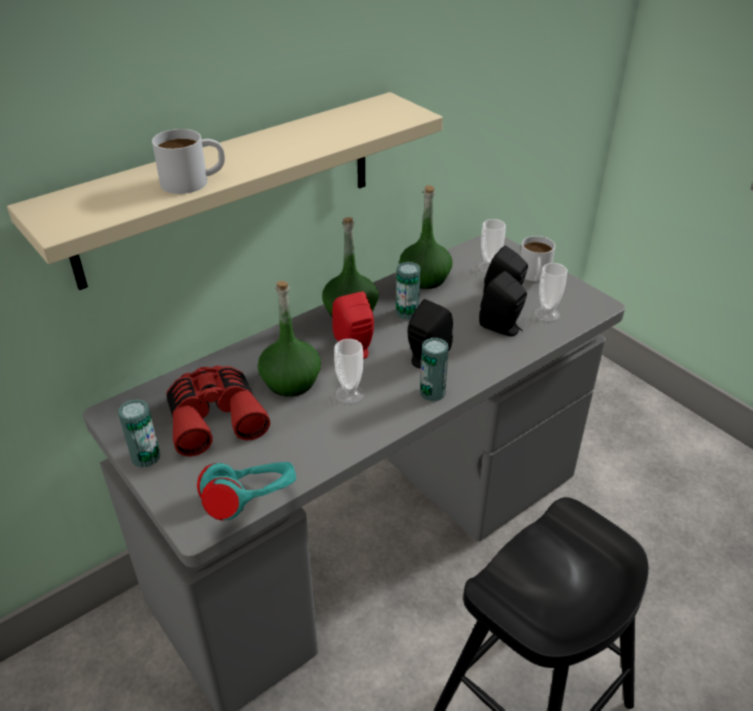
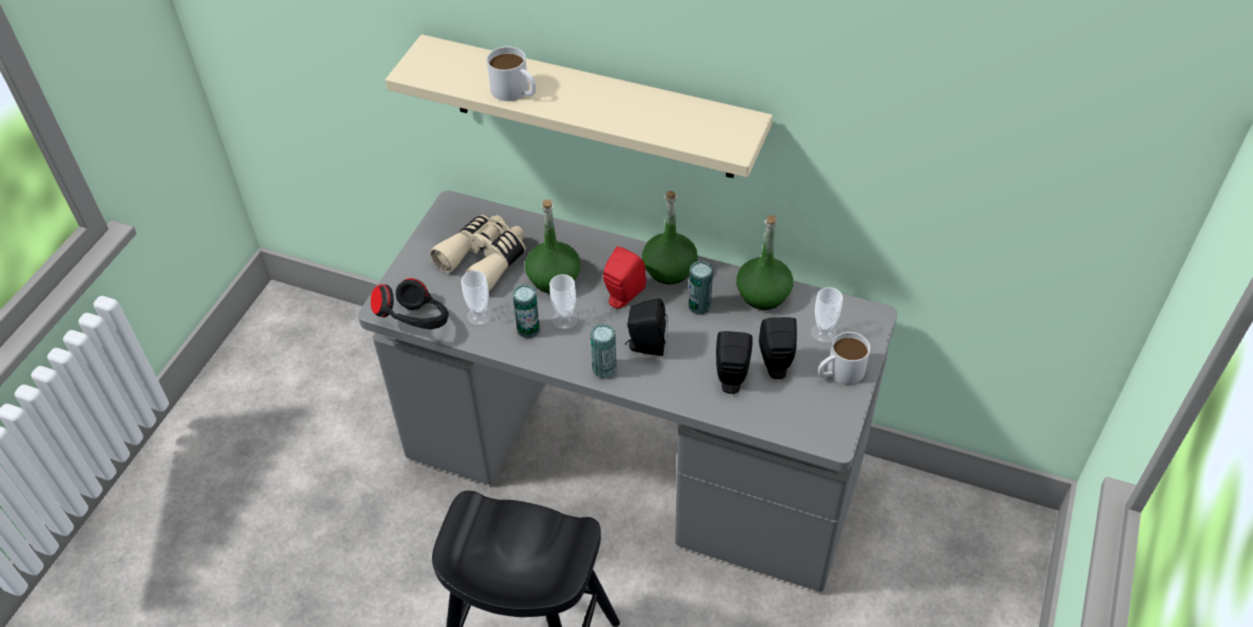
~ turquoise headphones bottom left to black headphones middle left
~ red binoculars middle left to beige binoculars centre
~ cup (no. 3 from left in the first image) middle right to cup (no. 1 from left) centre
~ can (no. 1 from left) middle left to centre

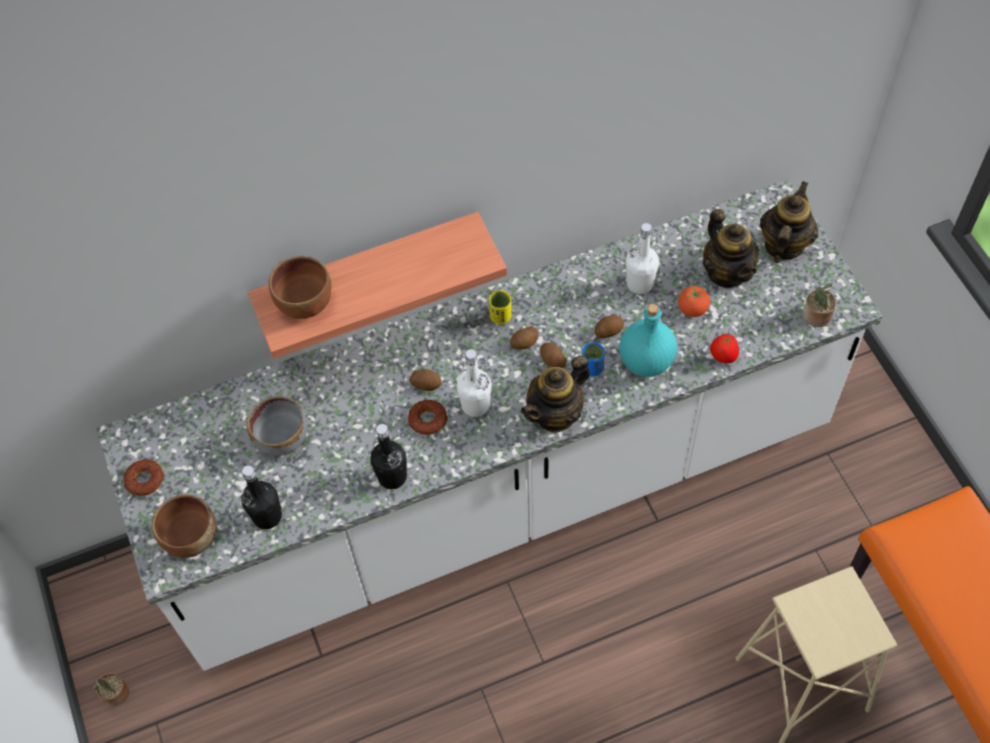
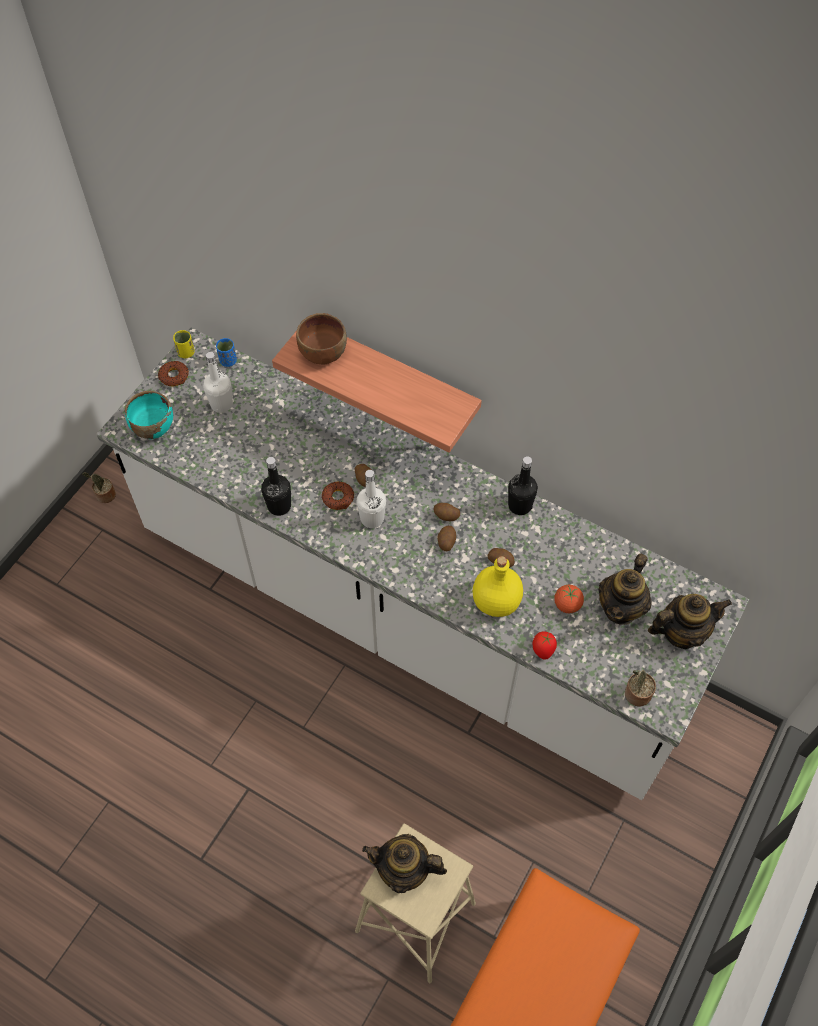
~ brown bowl (no. 1 from left) bottom left to turquoise bowl middle left
~ yellow cup centre to middle left
~ white bottle (no. 2 from left in the first image) centre to white bottle (no. 1 from left) middle left
~ blue cup centre to middle left
~ teapot (no. 1 from left) centre to bottom centre
~ turquoise bottle centre to yellow bottle centre
~ black bottle (no. 1 from left in the first image) bottom left to black bottle (no. 2 from left) centre
- grey bowl middle left

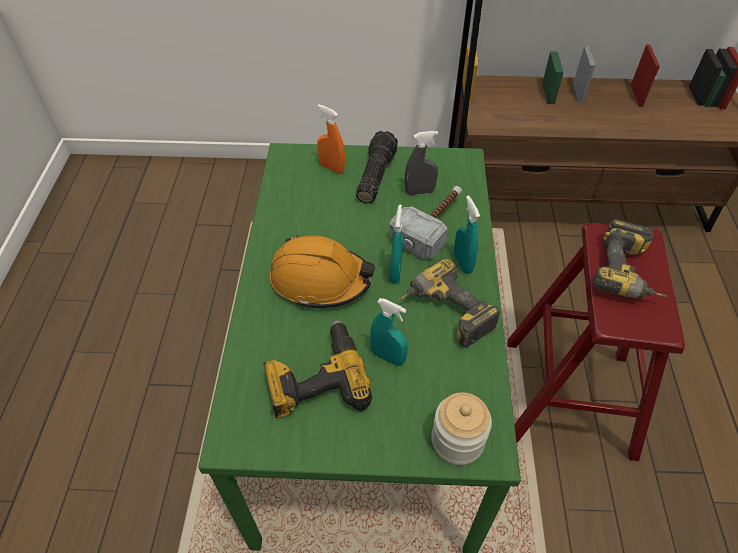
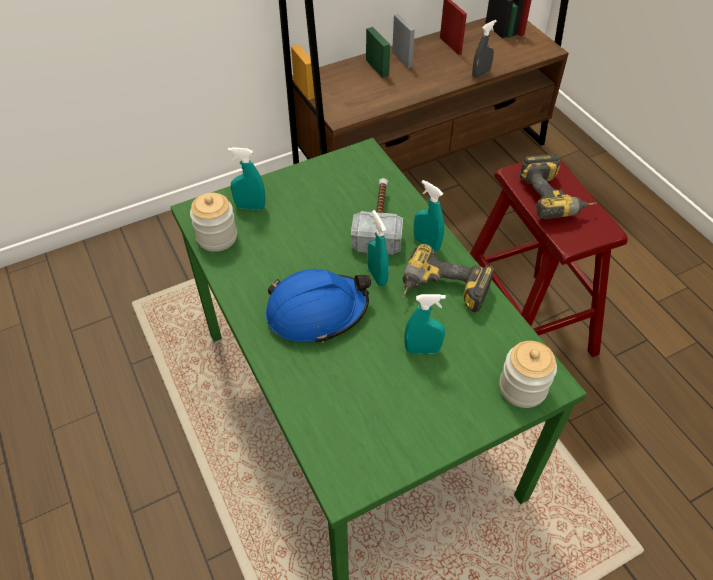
+ jar (no. 1 from left) middle left
~ orange spray bottle top centre to turquoise spray bottle (no. 1 from left) top centre
~ orange hard hat centre to blue hard hat centre
~ grey spray bottle top centre to top right
- power drill (no. 1 from left) bottom centre
- flashlight top centre

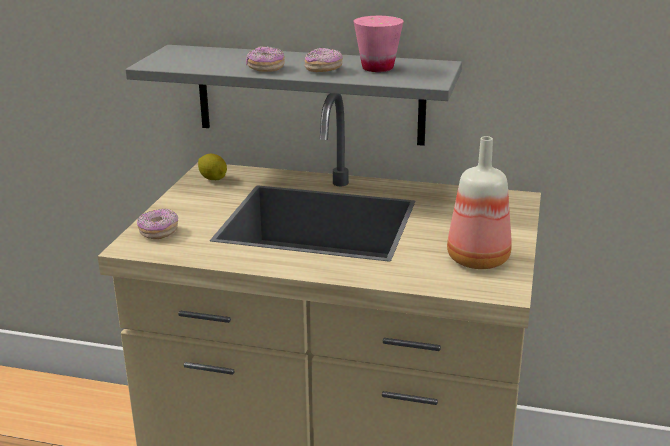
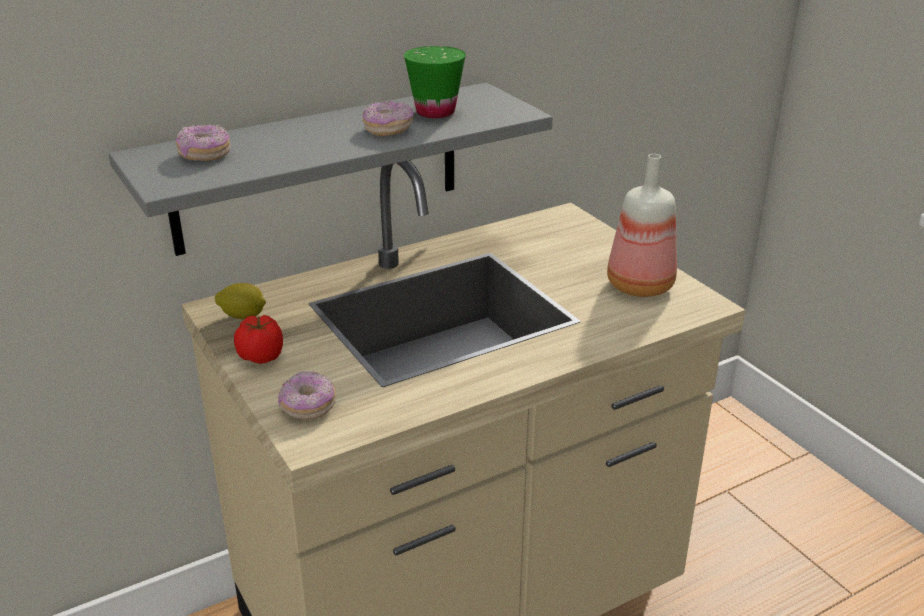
~ donut (no. 2 from left in the first image) top centre to donut (no. 1 from left) top left
+ tomato middle left
~ pink cup top centre to green cup top centre

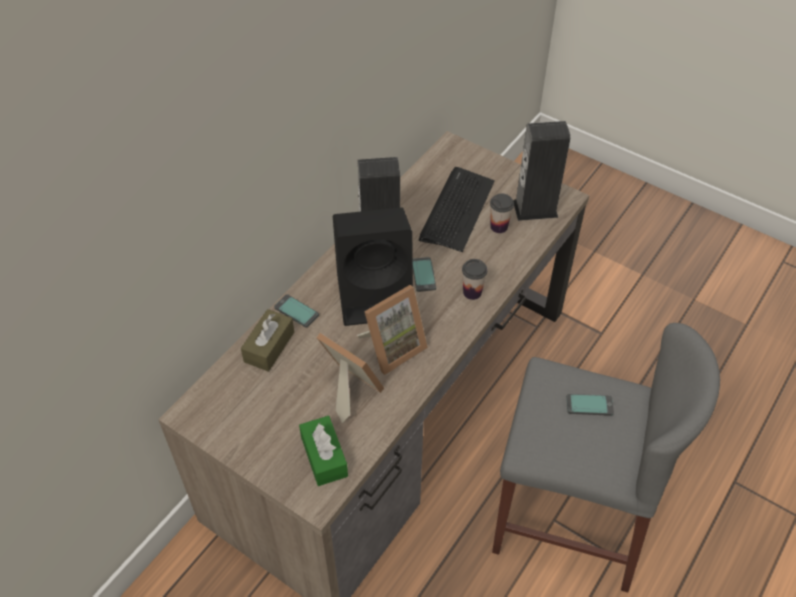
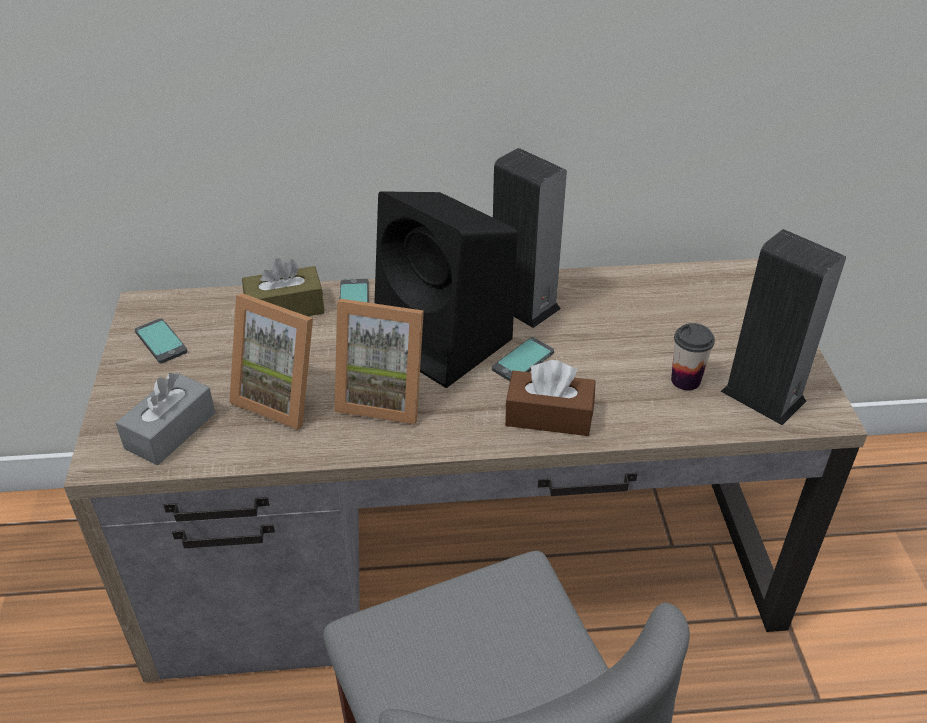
~ green tissue box bottom centre to grey tissue box middle left
~ phone (no. 3 from left in the first image) bottom right to phone (no. 1 from left) middle left
~ picture frame (no. 1 from left) centre = middle left 120 degrees clockwise
~ cup (no. 1 from left) centre to brown tissue box (no. 2 from left) centre
- keyboard centre

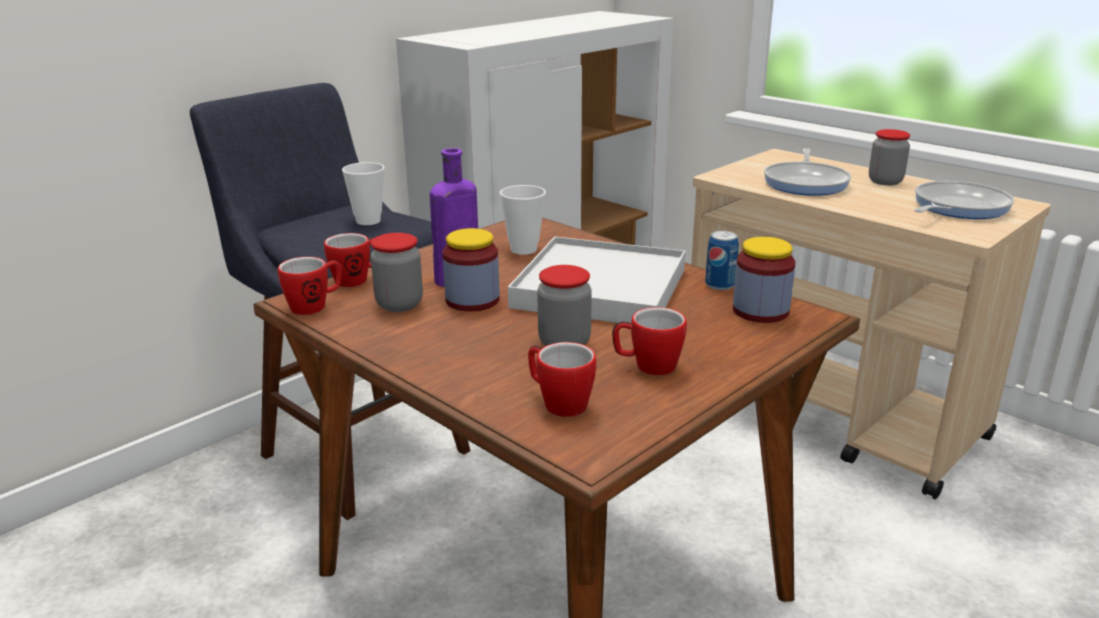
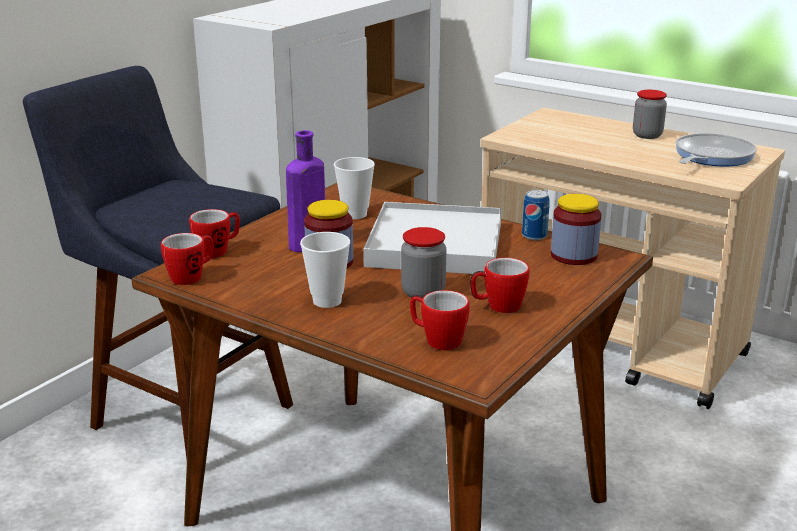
~ cup (no. 1 from left) top left to centre
- jar (no. 1 from left) centre
- frying pan (no. 1 from left) top right

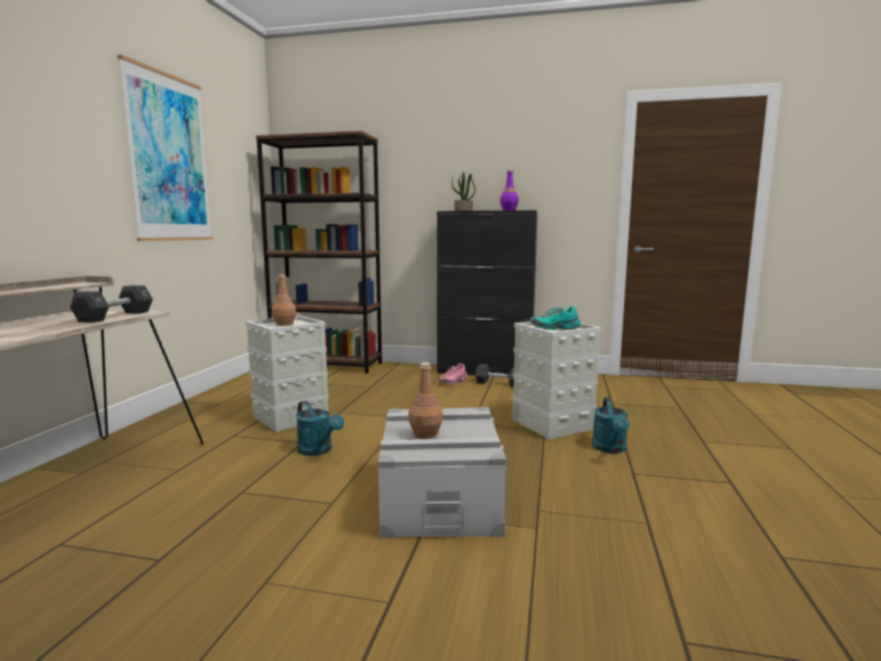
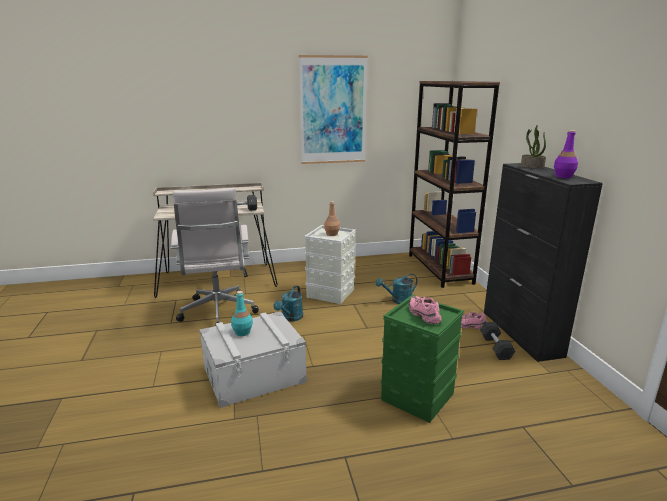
+ white office chair middle left
~ brown bottle (no. 2 from left) centre to turquoise bottle centre
~ turquoise watering can (no. 2 from left) middle right to centre
~ grey storage box (no. 3 from left) centre to green storage box bottom centre
~ turquoise shoe centre to pink shoe (no. 1 from left) centre

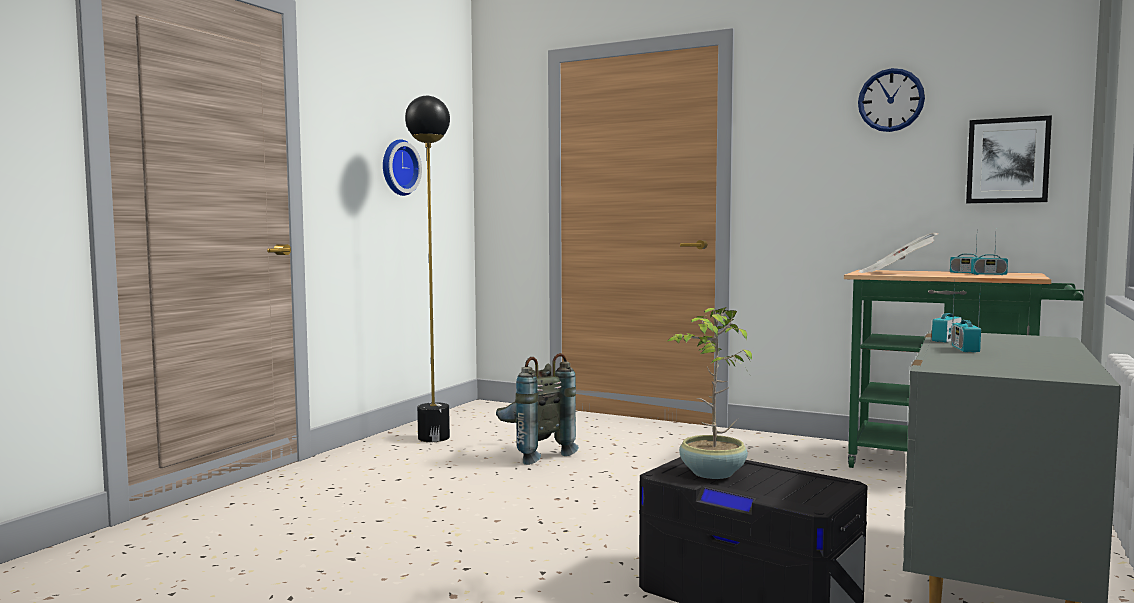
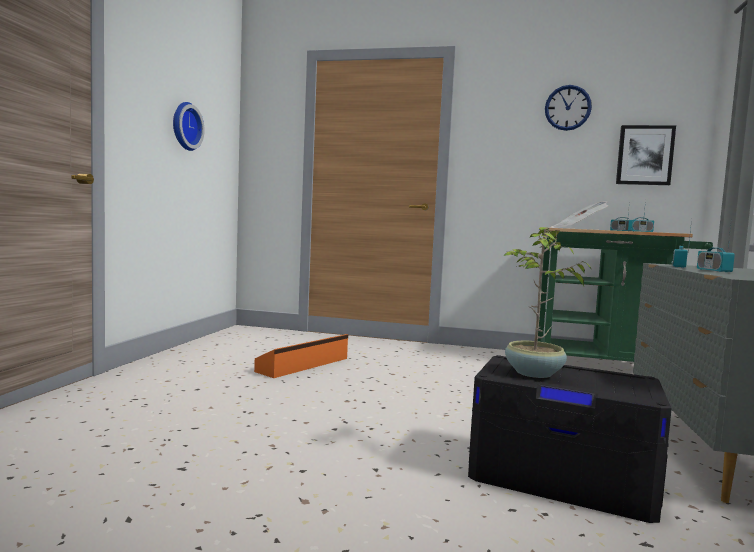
~ grey backpack bottom centre to orange storage box centre
- black floor lamp centre

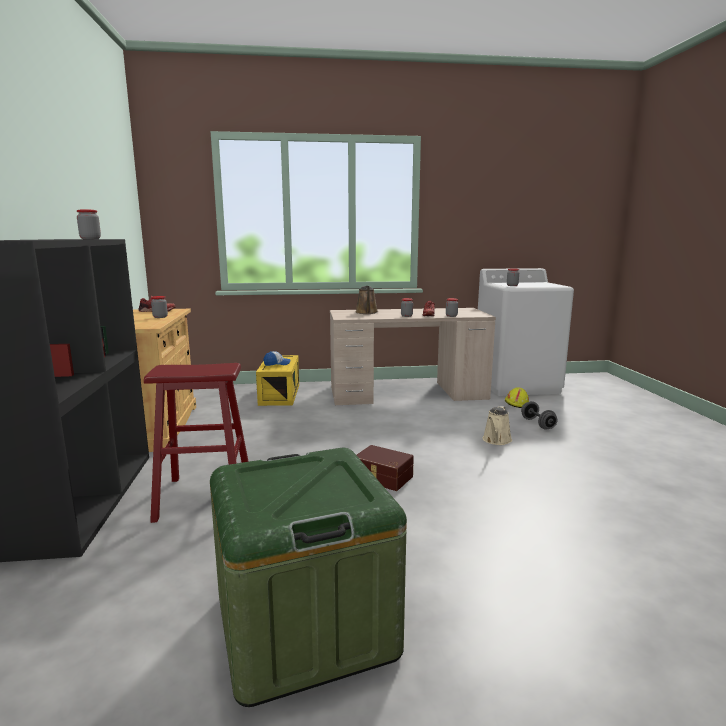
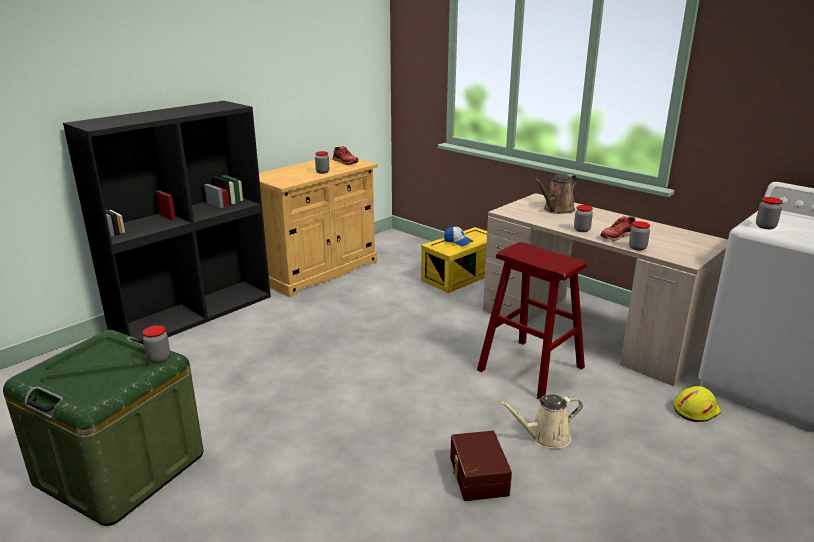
~ jar (no. 1 from left) top left to middle left
~ brown storage box centre to bottom centre
~ red stool middle left to centre
- grey dumbbell middle right

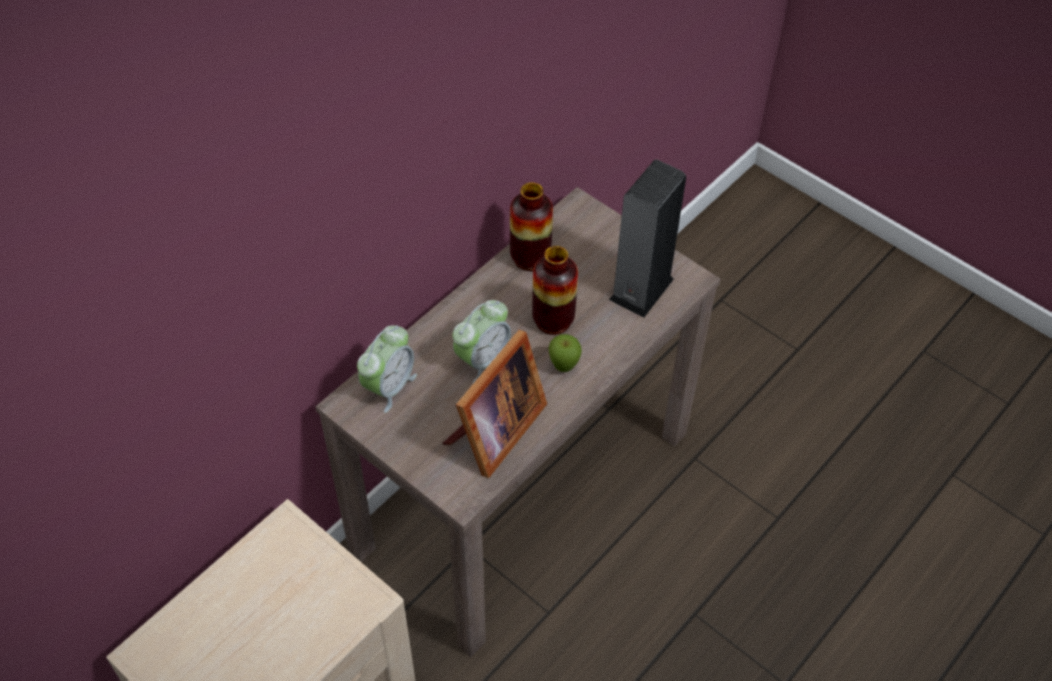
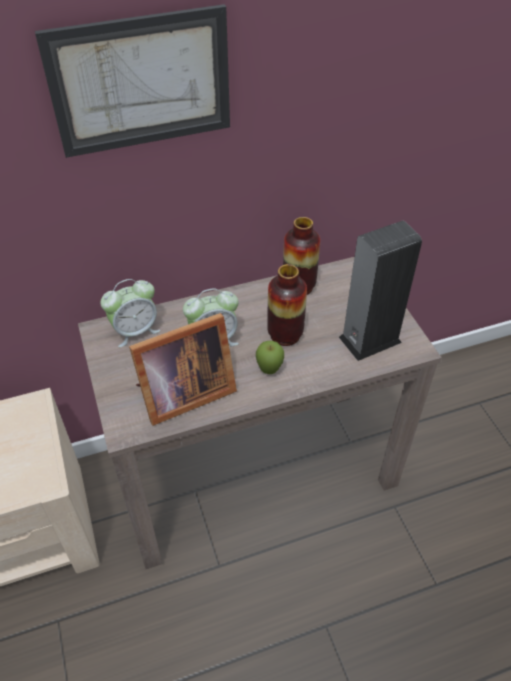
+ picture top left

